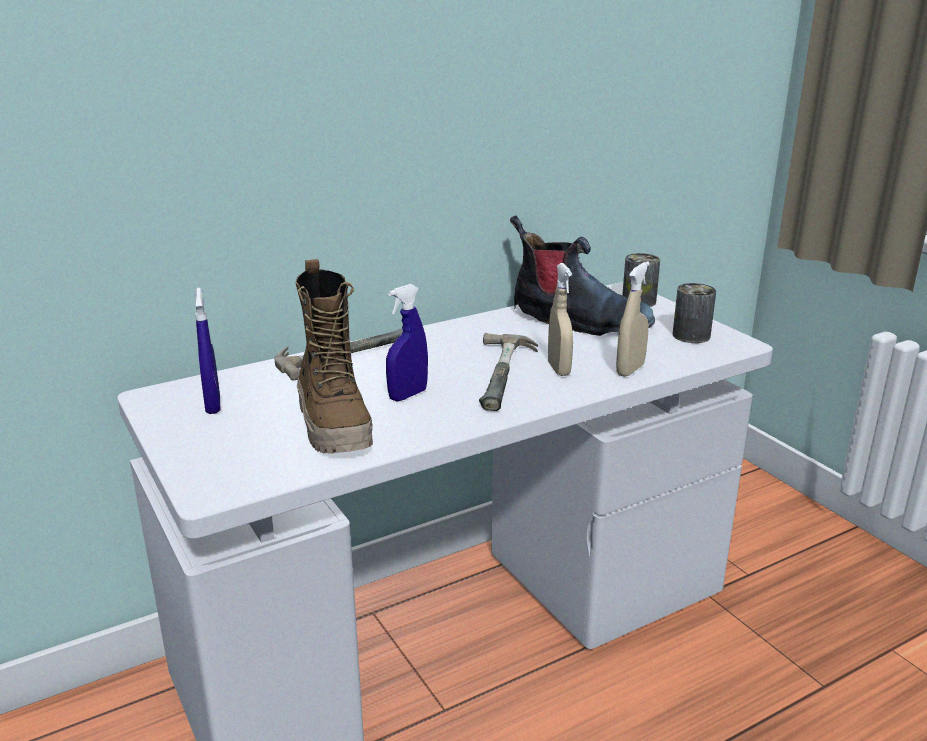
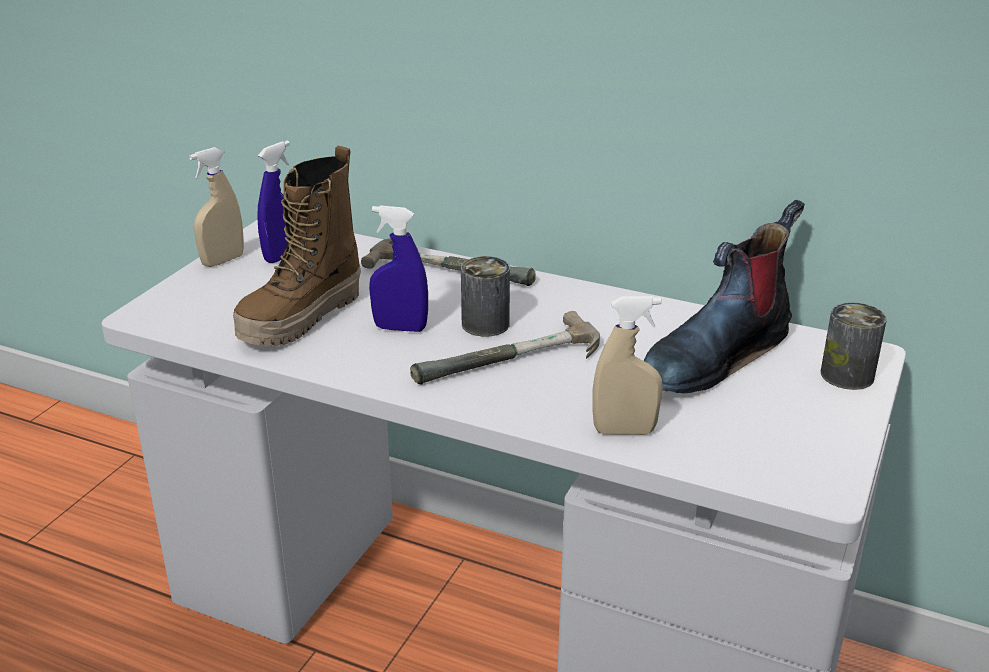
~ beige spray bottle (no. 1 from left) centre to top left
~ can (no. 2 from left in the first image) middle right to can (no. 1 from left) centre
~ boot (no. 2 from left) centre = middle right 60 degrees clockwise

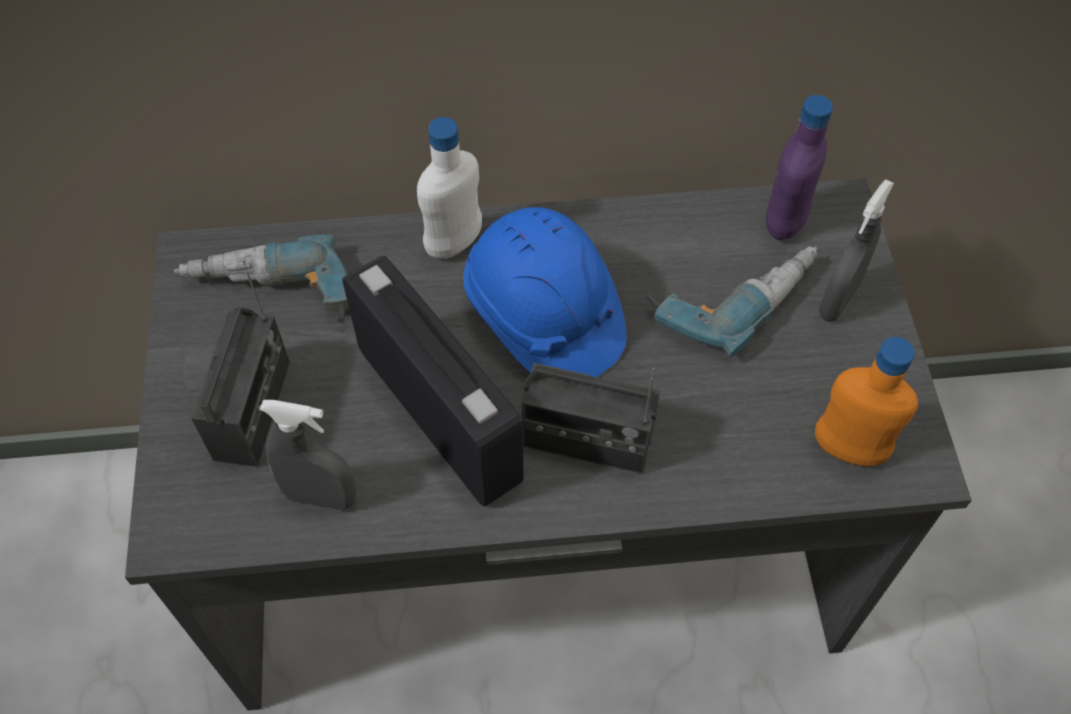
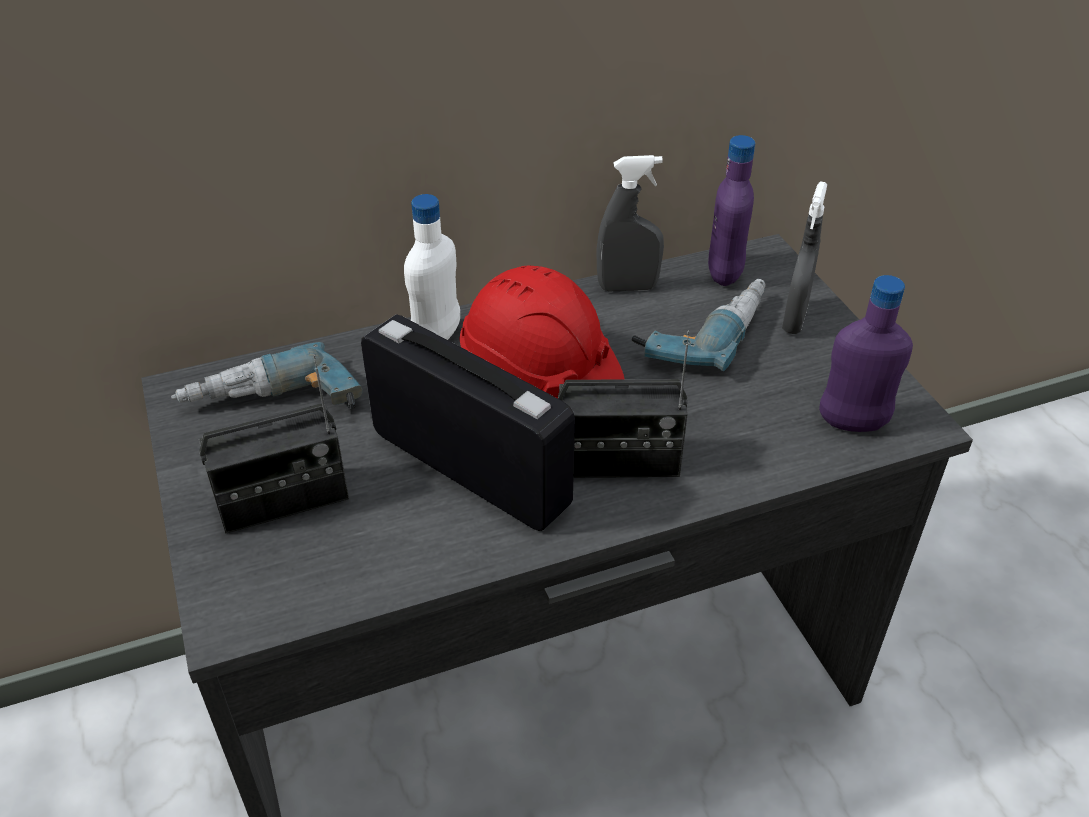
~ radio (no. 1 from left) middle left = middle left 75 degrees clockwise
~ blue hard hat centre to red hard hat centre
~ grey spray bottle (no. 1 from left) middle left to top centre
~ orange bottle middle right to purple bottle (no. 2 from left) middle right

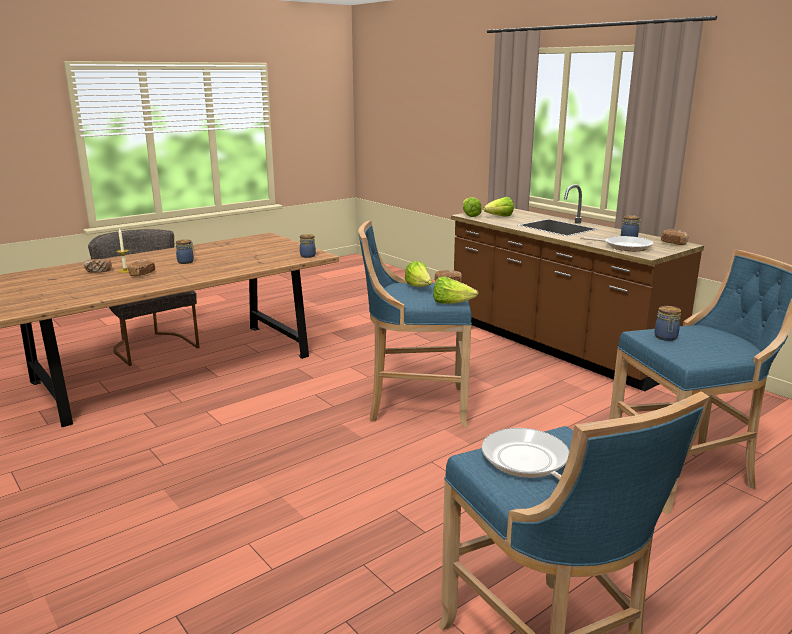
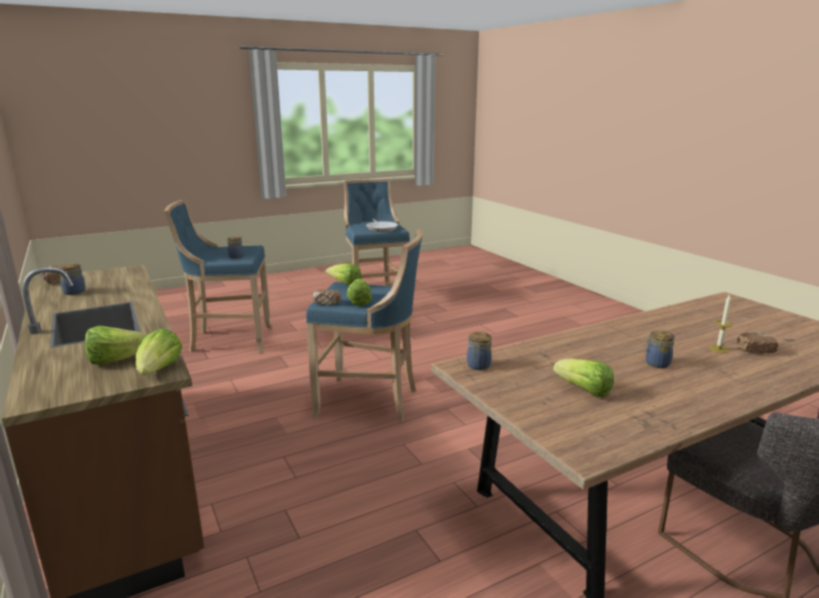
+ lettuce (no. 5 from left) middle right
- bread (no. 2 from left) middle left
- frying pan (no. 2 from left) middle right

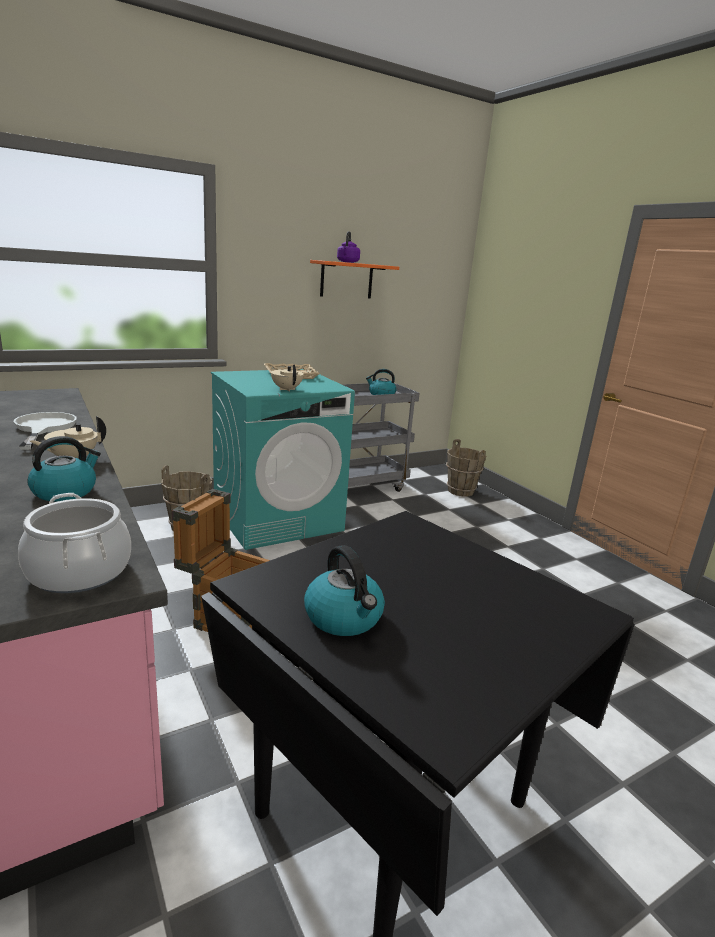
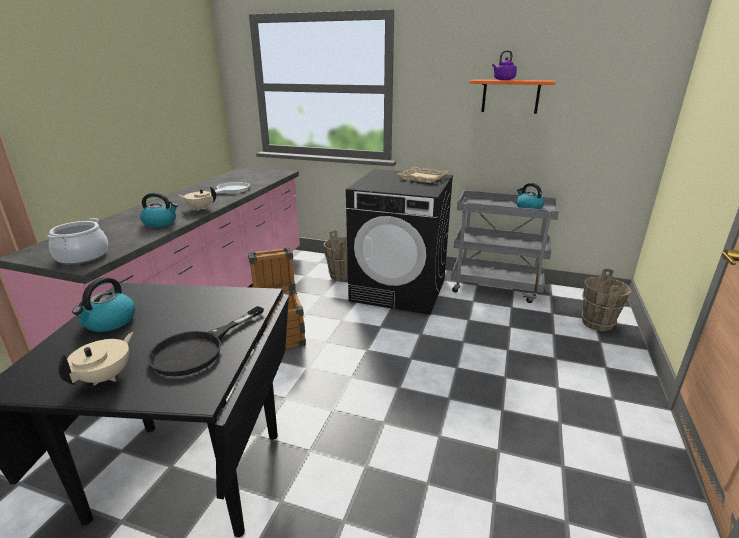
~ beige teapot (no. 2 from left in the first image) centre to beige teapot (no. 1 from left) bottom left
+ black frying pan middle left
~ turquoise washing machine centre to black washing machine centre

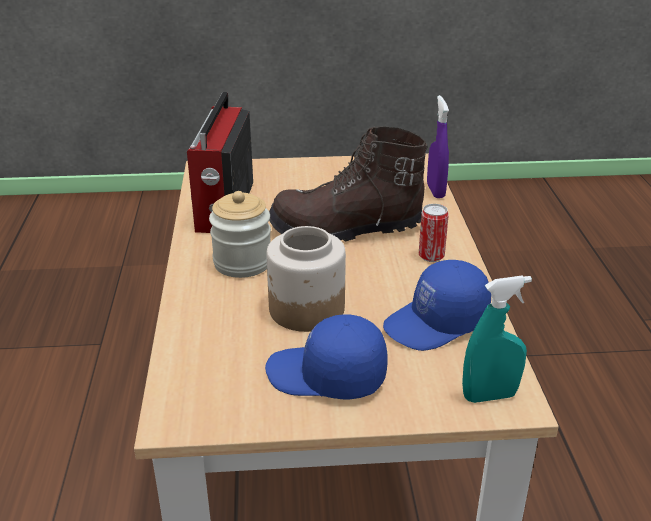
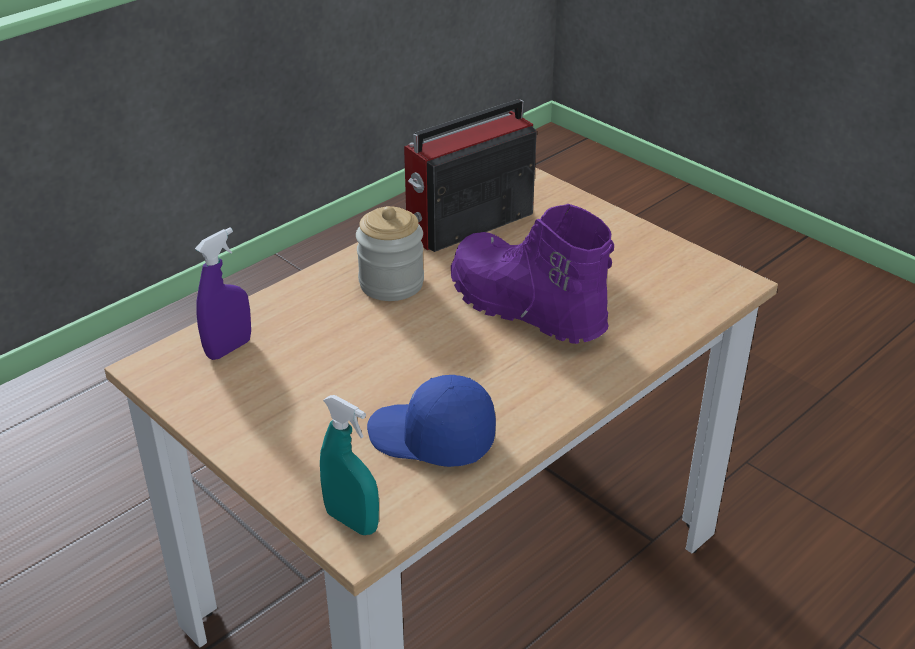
~ purple spray bottle top right to middle left
~ brown boot centre to purple boot centre
- blue cap (no. 1 from left) bottom centre
- jar (no. 2 from left) centre
- can middle right

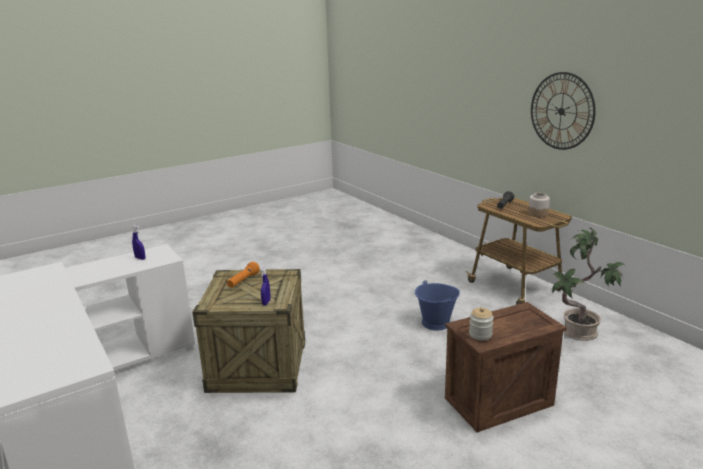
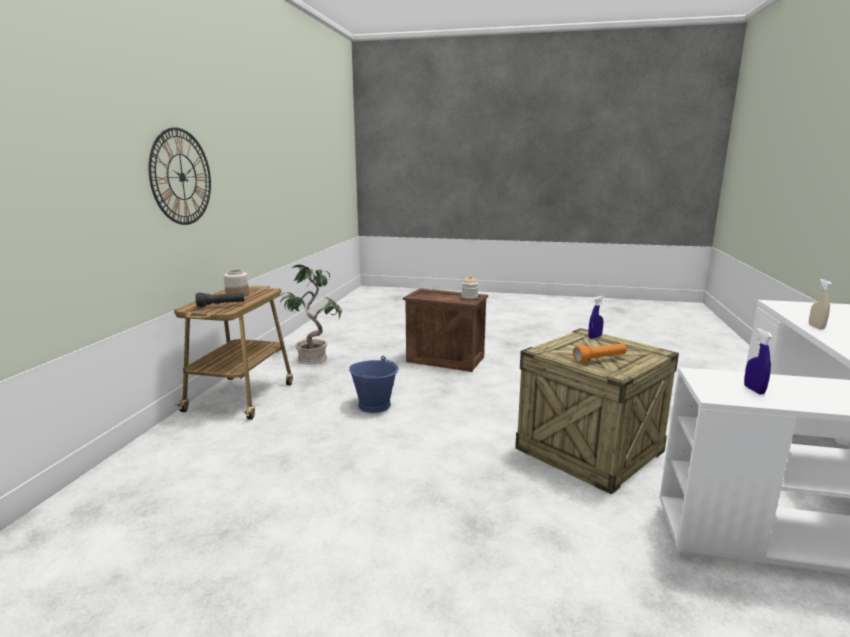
+ beige spray bottle middle right

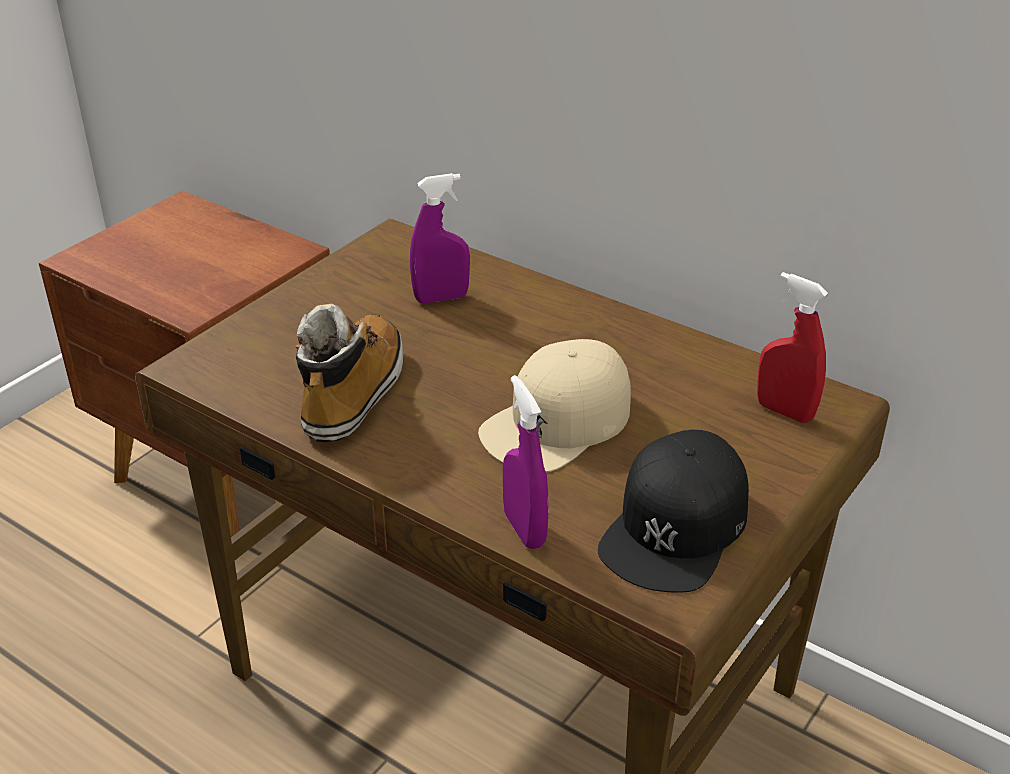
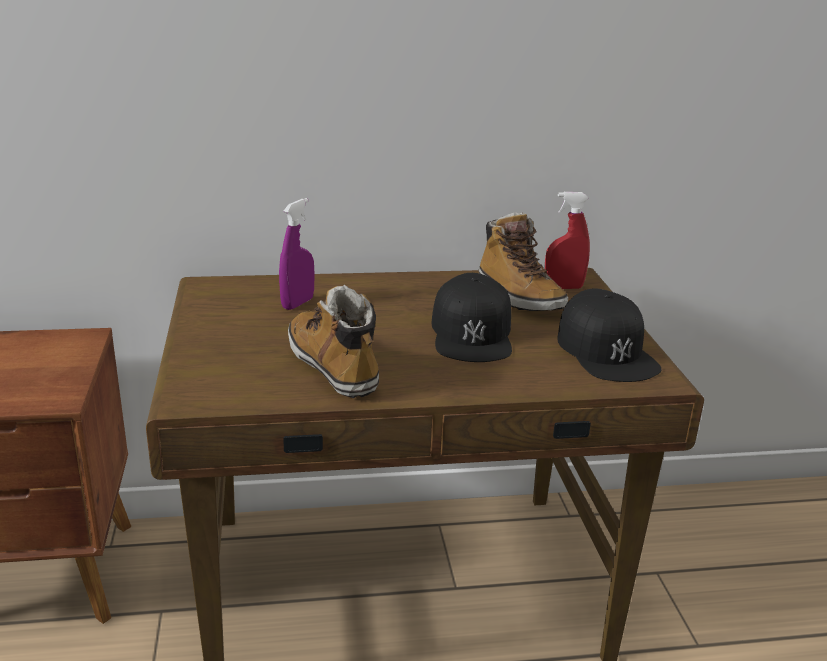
~ beige cap centre to black cap (no. 1 from left) centre
+ boot (no. 2 from left) centre
- purple spray bottle (no. 2 from left) centre

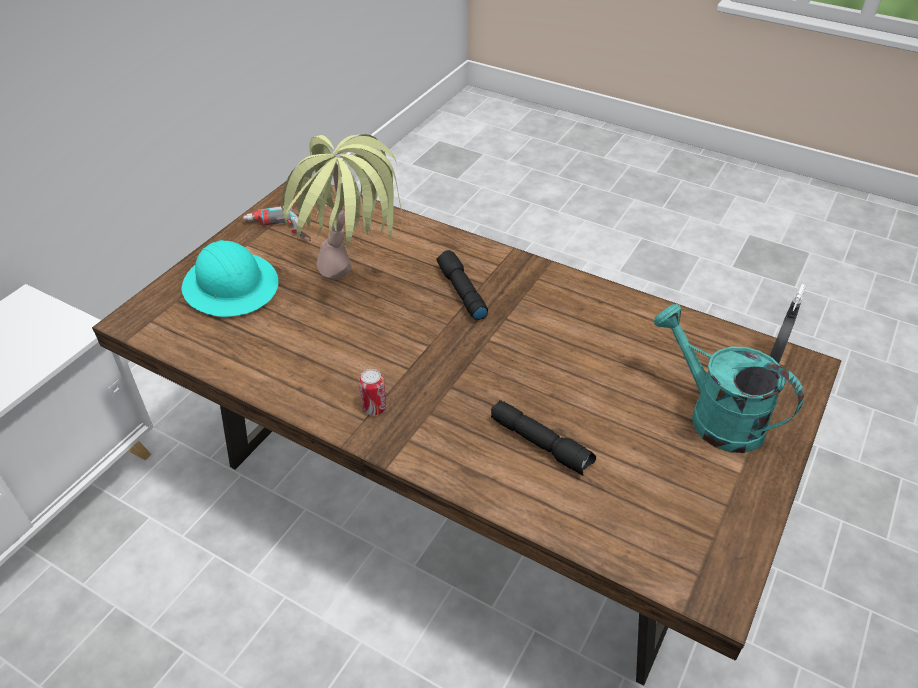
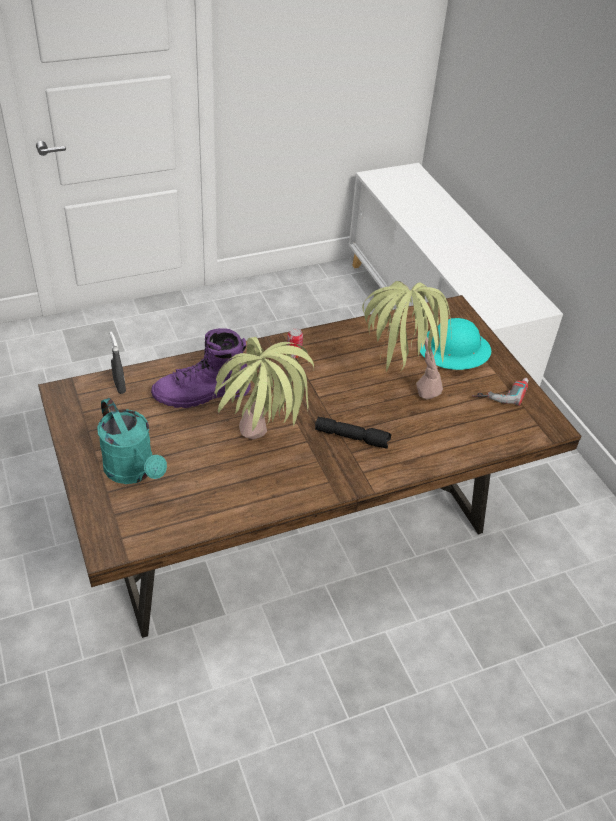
~ turquoise watering can middle right = middle left 60 degrees clockwise
~ grey spray bottle middle right to middle left
~ black flashlight (no. 2 from left) centre to purple boot middle left
+ potted plant (no. 1 from left) centre

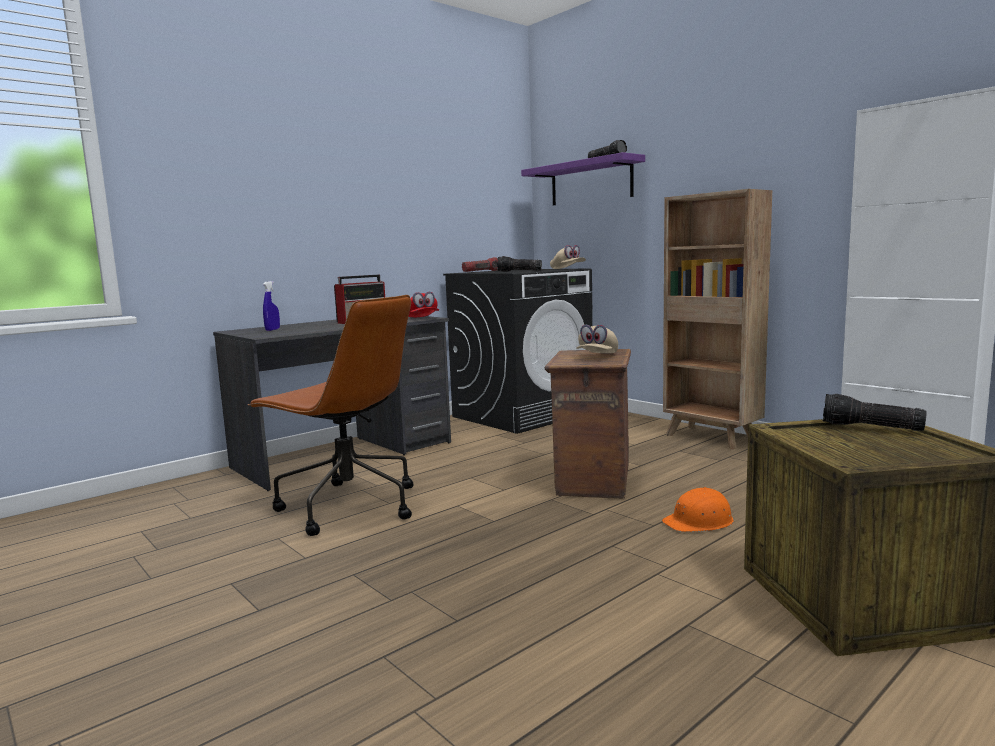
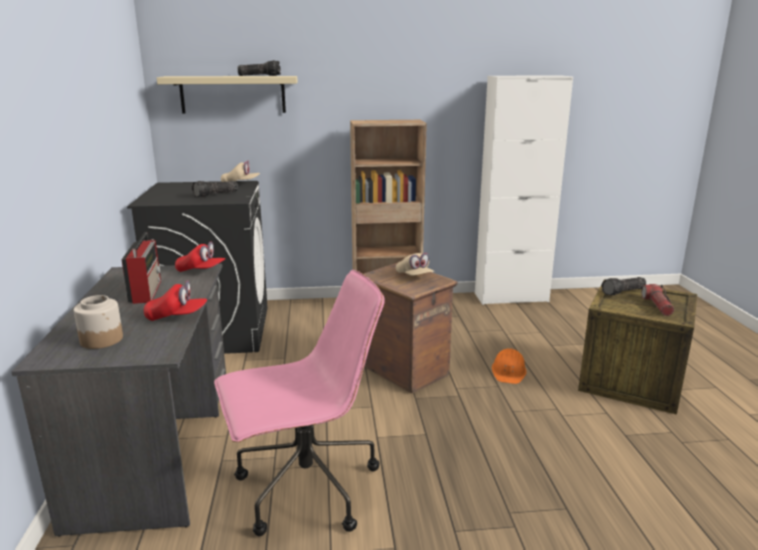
~ blue spray bottle middle left to jar middle left
+ red cap (no. 1 from left) middle left
~ purple shelf top centre to beige shelf top left
~ brown office chair middle left to pink office chair bottom centre
~ flashlight (no. 1 from left in the first image) centre to flashlight (no. 4 from left) middle right

